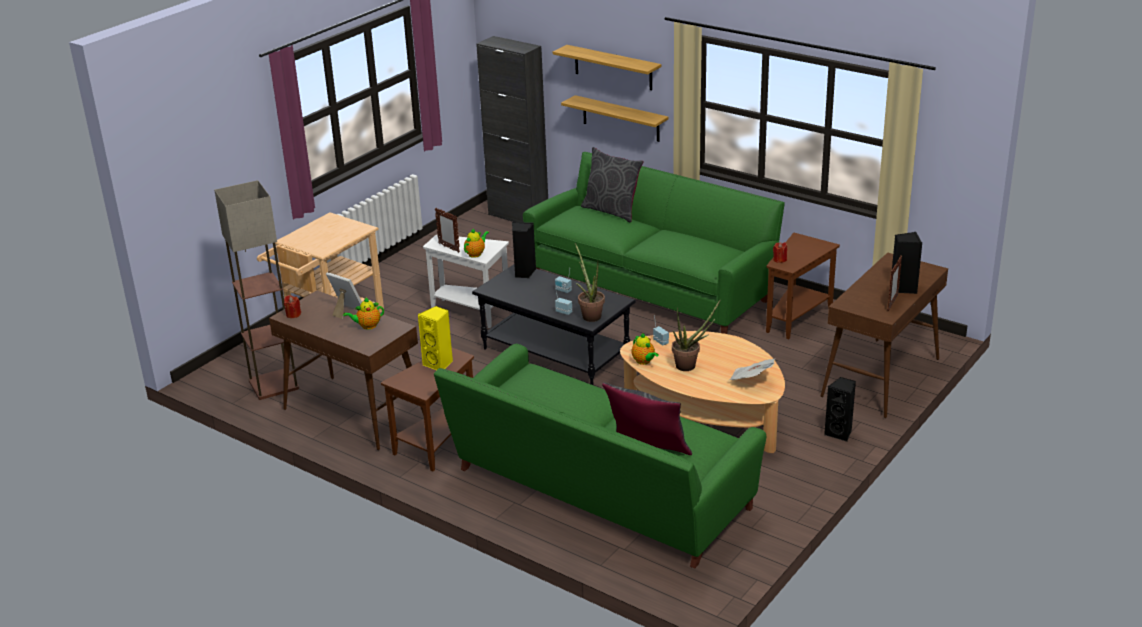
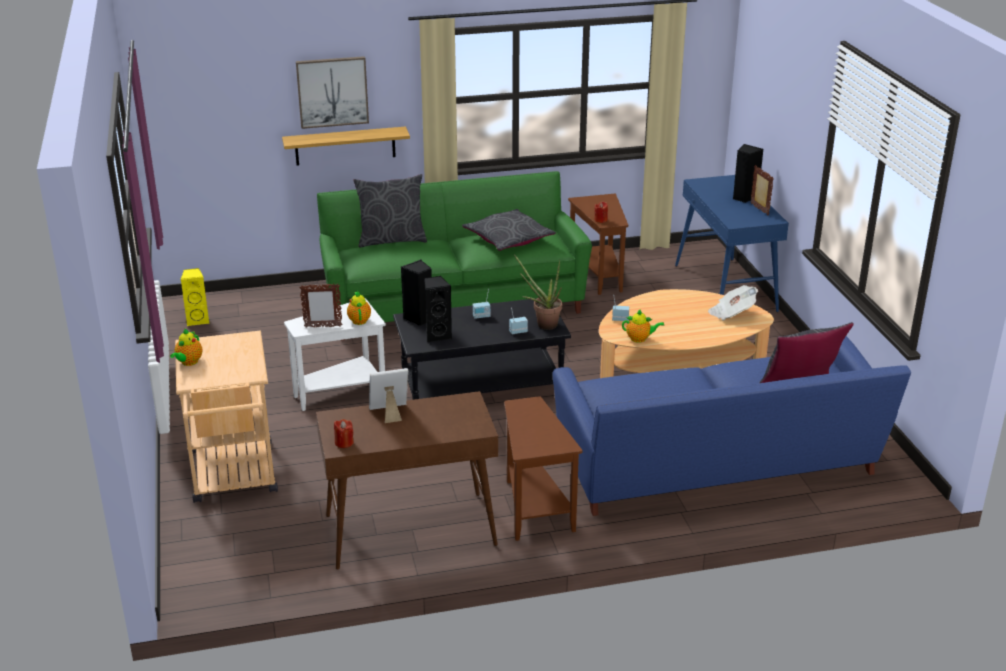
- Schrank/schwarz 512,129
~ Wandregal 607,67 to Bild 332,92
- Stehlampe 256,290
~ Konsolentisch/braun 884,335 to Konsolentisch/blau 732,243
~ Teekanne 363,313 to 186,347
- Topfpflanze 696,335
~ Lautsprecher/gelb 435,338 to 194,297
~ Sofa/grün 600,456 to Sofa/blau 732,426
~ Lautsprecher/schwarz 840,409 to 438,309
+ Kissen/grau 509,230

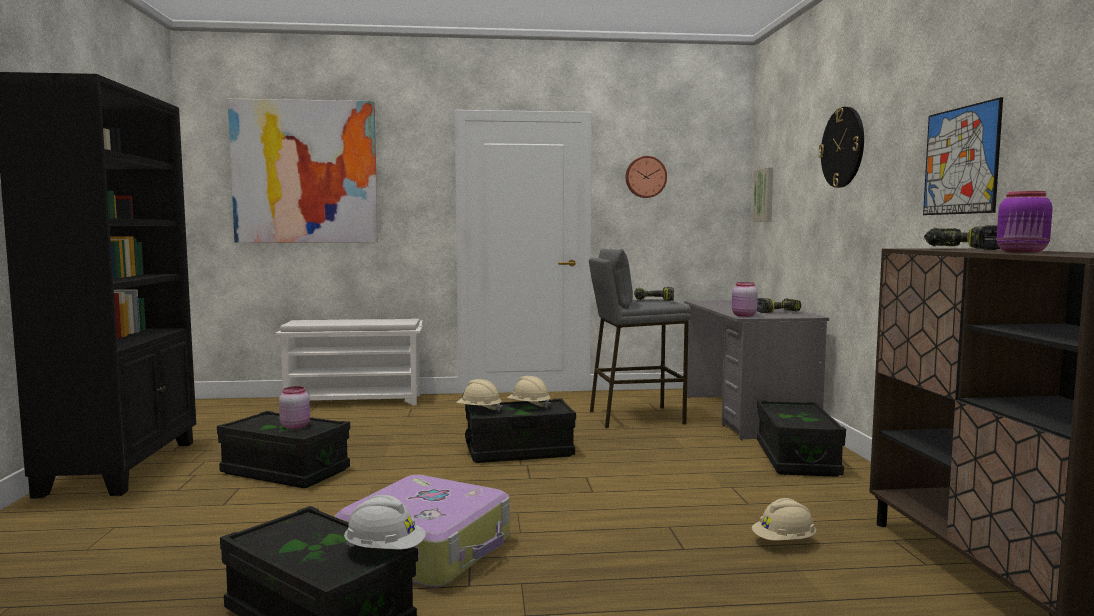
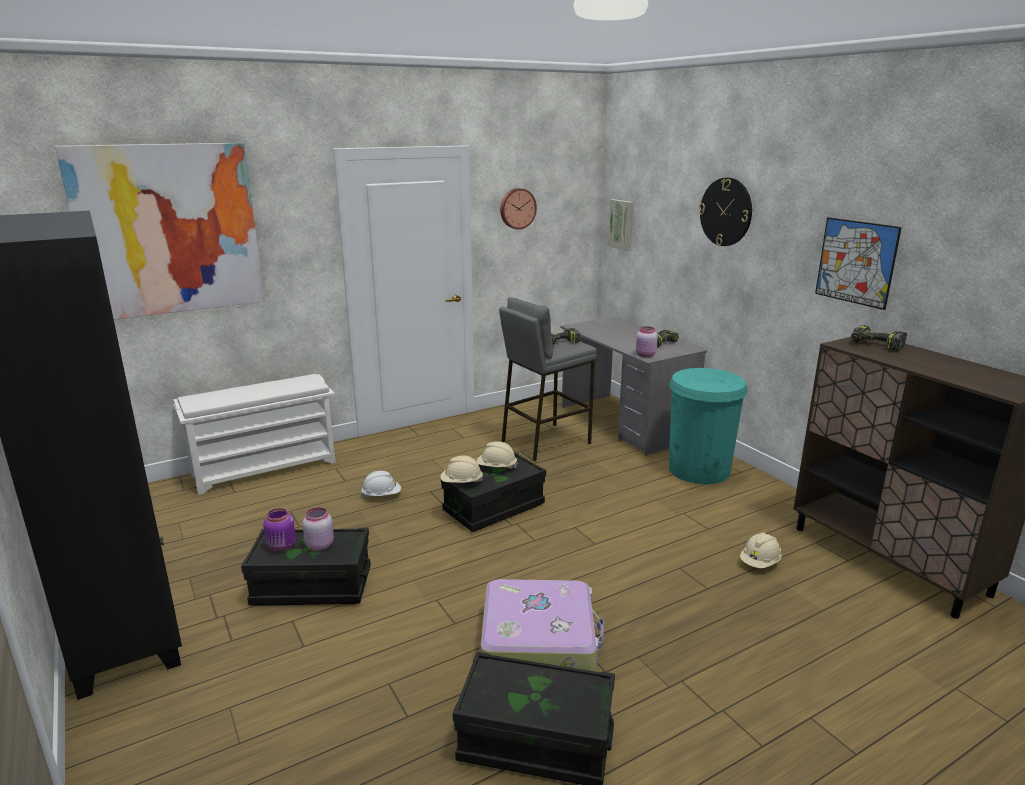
~ Vorratsglas/lila 1025,222 to 279,530
~ Aufbewahrungsbox/schwarz 801,438 to Mülleimer/türkis 708,426
~ Schutzhelm/weiß 385,522 to 381,484

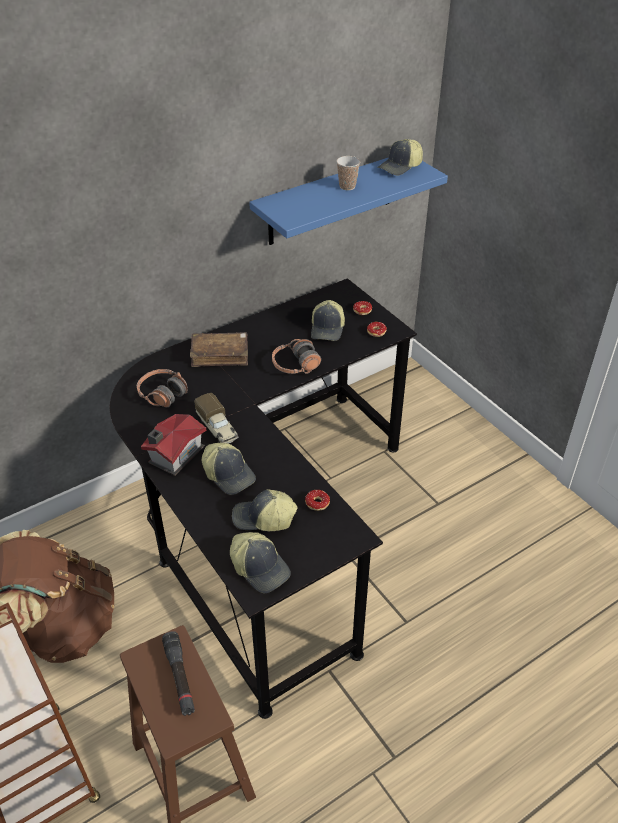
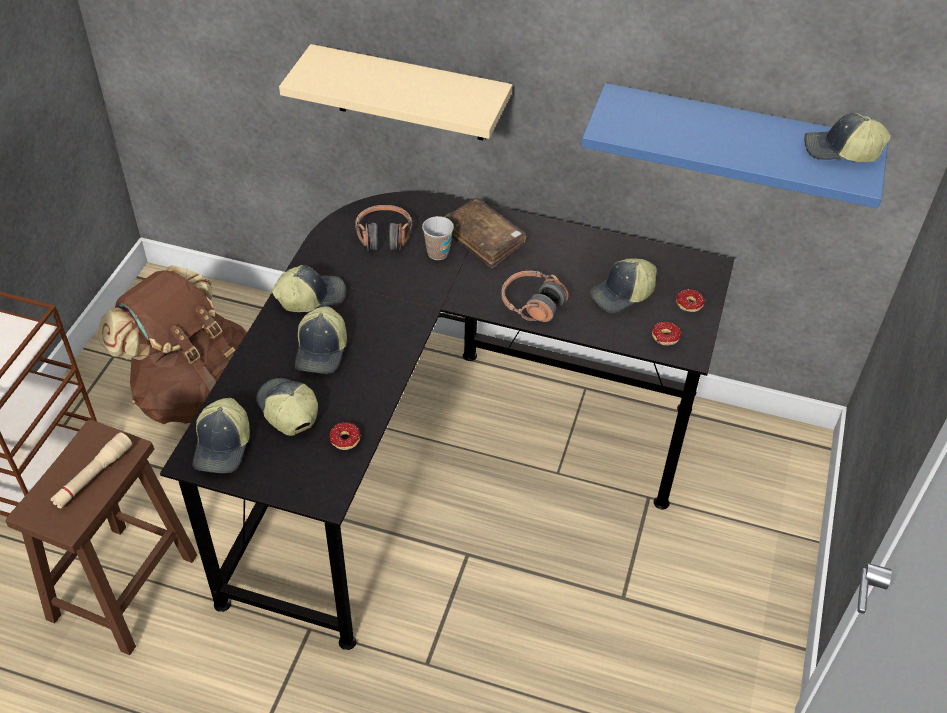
~ Tasse 348,173 to 438,238
- Spielzeuglaster 216,418
~ Spielzeughaus 174,445 to Kappe 309,288
~ Taschenlampe/schwarz 178,673 to Taschenlampe/beige 91,470
+ Wandregal/beige 395,92

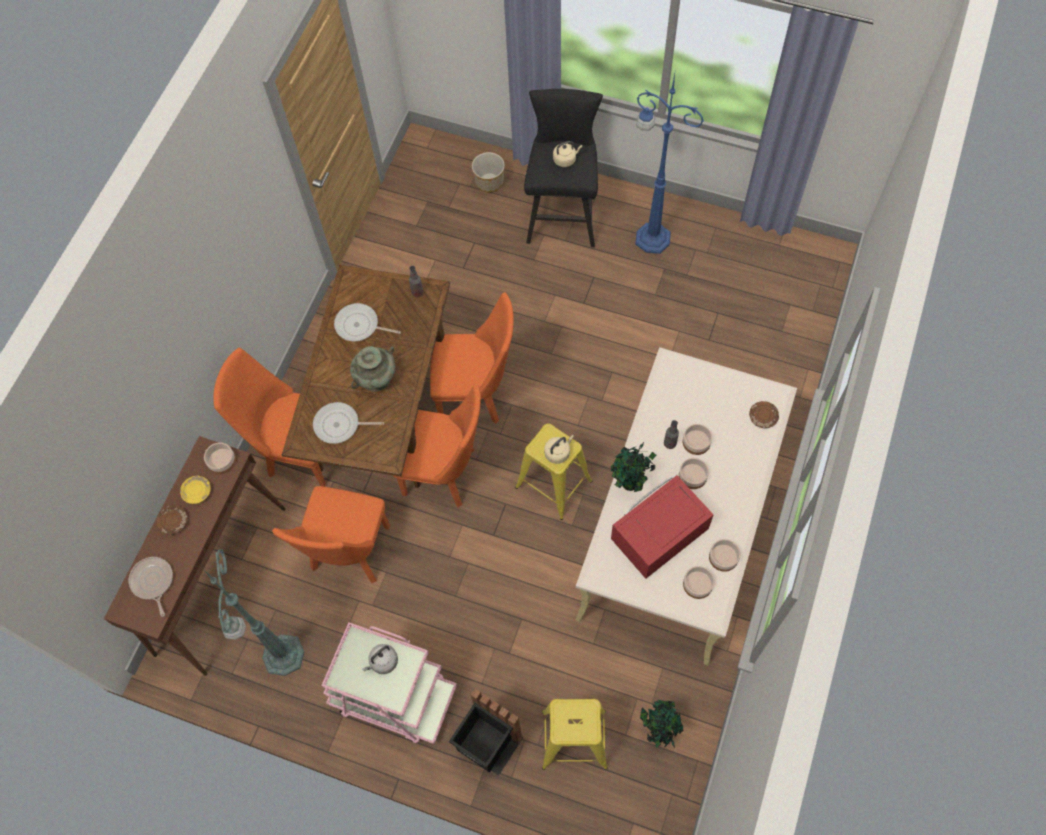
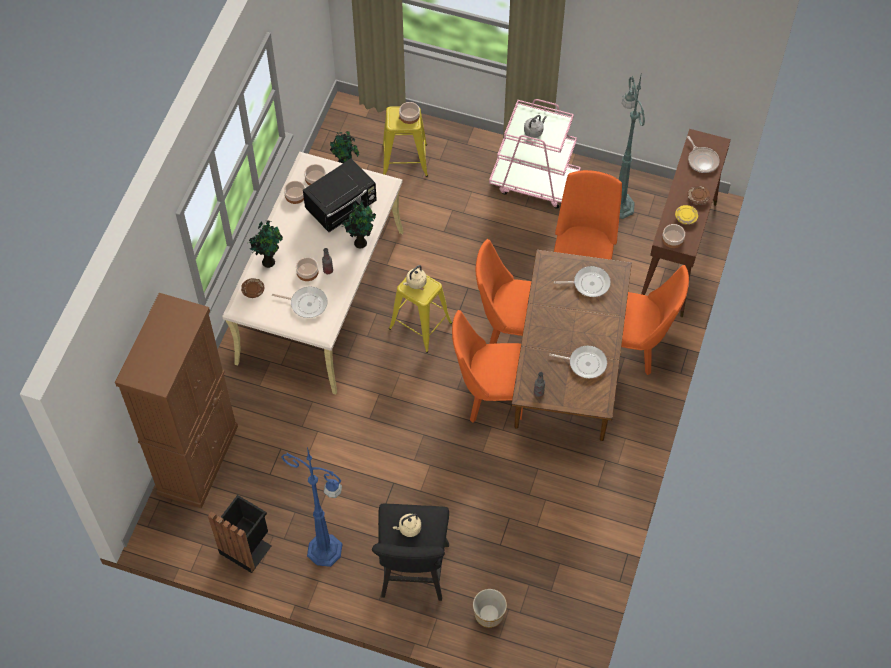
- Vase/türkis 372,369
~ Schüssel 694,473 to 409,113
~ Mikrowelle/rot 662,526 to Mikrowelle/schwarz 340,195
~ Mülleimer/schwarz 486,732 to 240,534
+ Topfpflanze 266,244
+ Pfanne 300,302
+ Schrank/braun 176,401

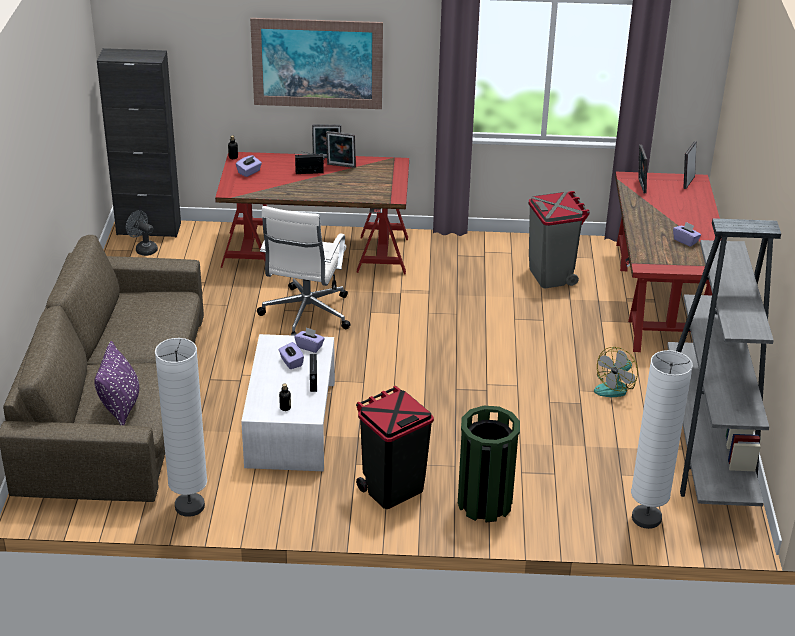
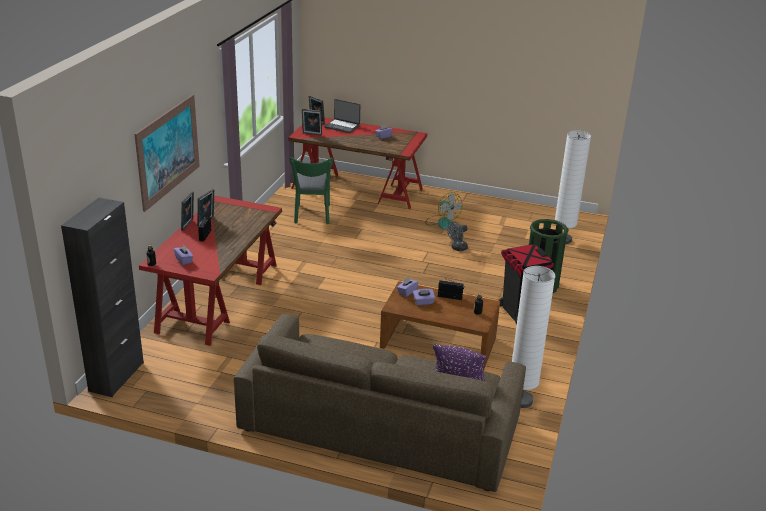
~ Mülleimer/grau 559,239 to Stuhl/grün 311,190
- Bürostuhl/weiß 304,271
~ Ventilator/grau 142,233 to 457,236
- Bücherregal/grau 724,362
~ Couchtisch/weiß 288,402 to Couchtisch/braun 440,325
+ Laptop 342,116

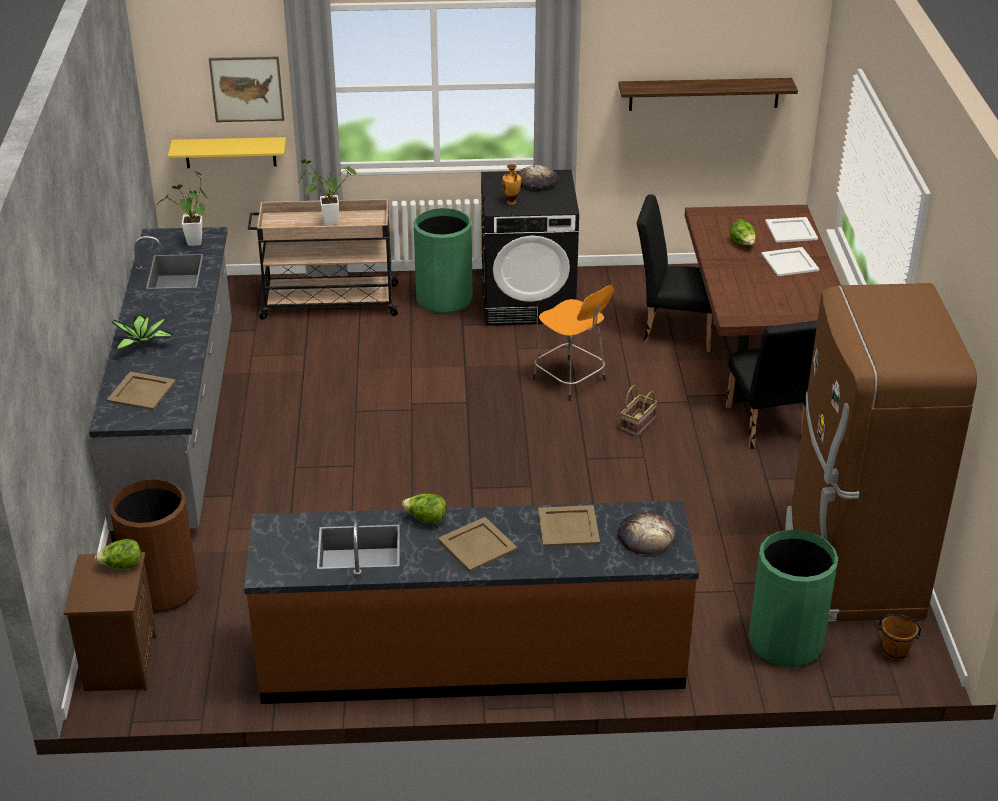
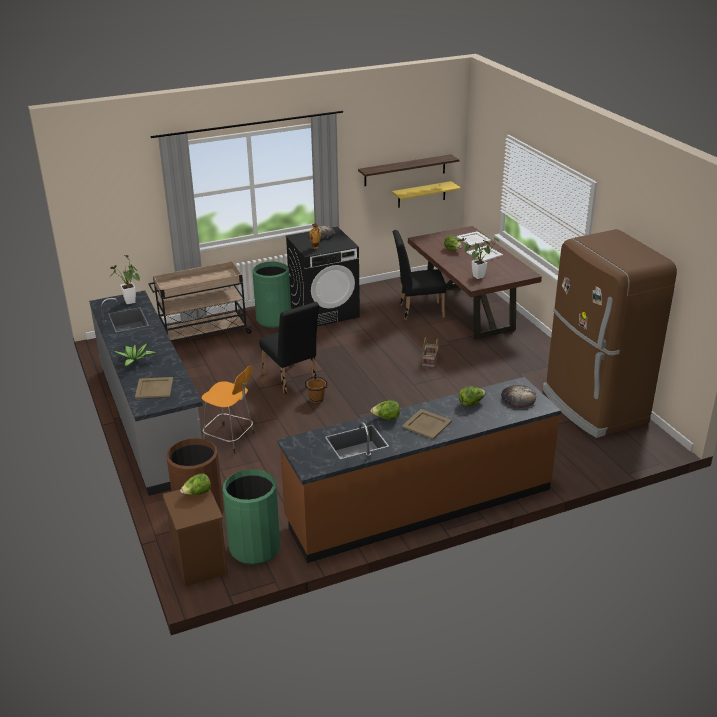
- Bild 246,89
~ Wandregal/gelb 227,152 to 426,194
~ Topfpflanze 328,192 to 478,258
~ Hocker/orange 573,343 to 228,410
~ Stuhl/schwarz 771,384 to 289,348
~ Tablett/beige 569,526 to Salatkopf 472,396
~ Mülleimer/grün 793,599 to 251,517
~ Eimer/braun 899,637 to 316,390

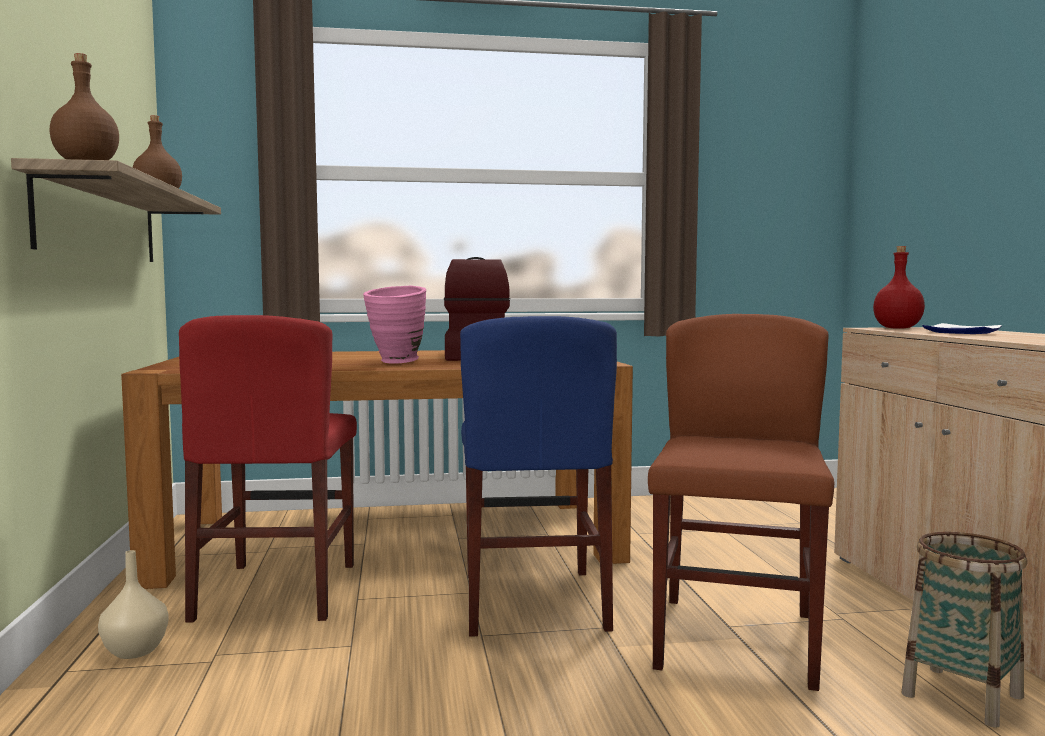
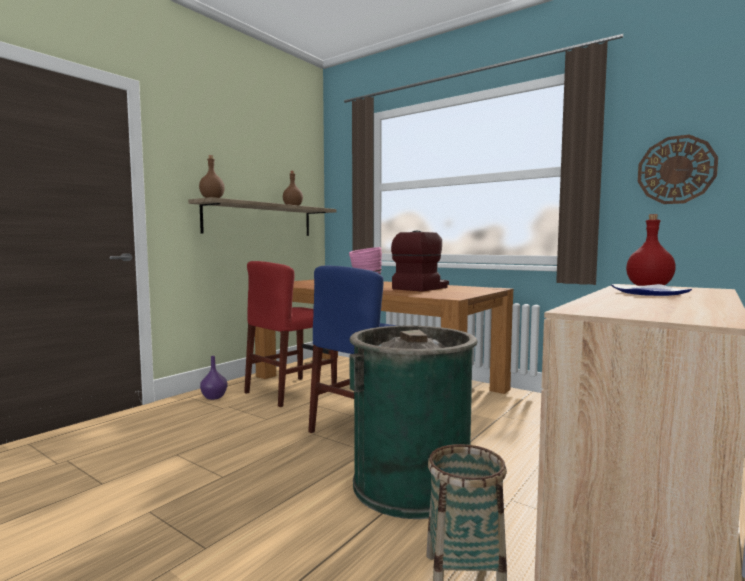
~ Stuhl/braun 741,502 to Mülleimer/grün 413,422
~ Vase/beige 133,604 to Vase/lila 213,378
+ Wanduhr 678,169

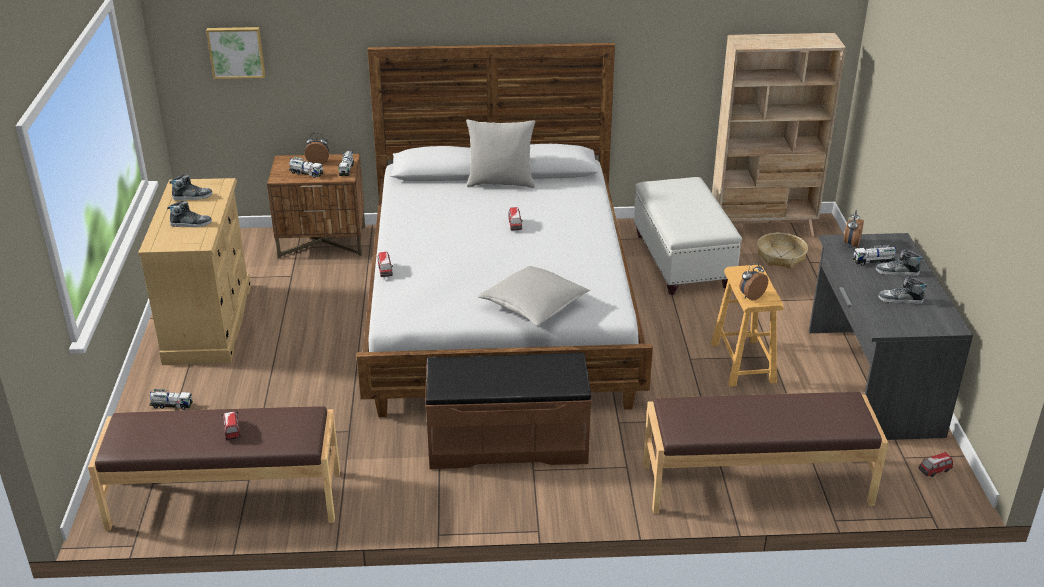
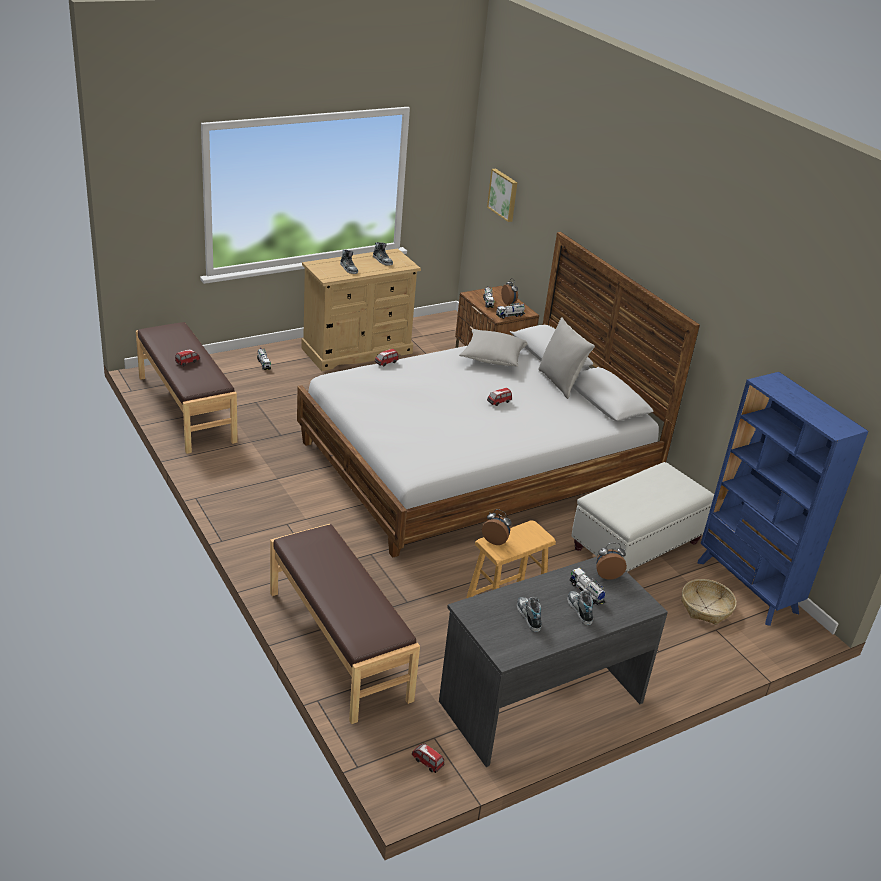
~ Bücherregal/beige 779,135 to Bücherregal/blau 783,499
~ Kissen/grau 534,296 to 493,348
- Bank/braun 508,411

